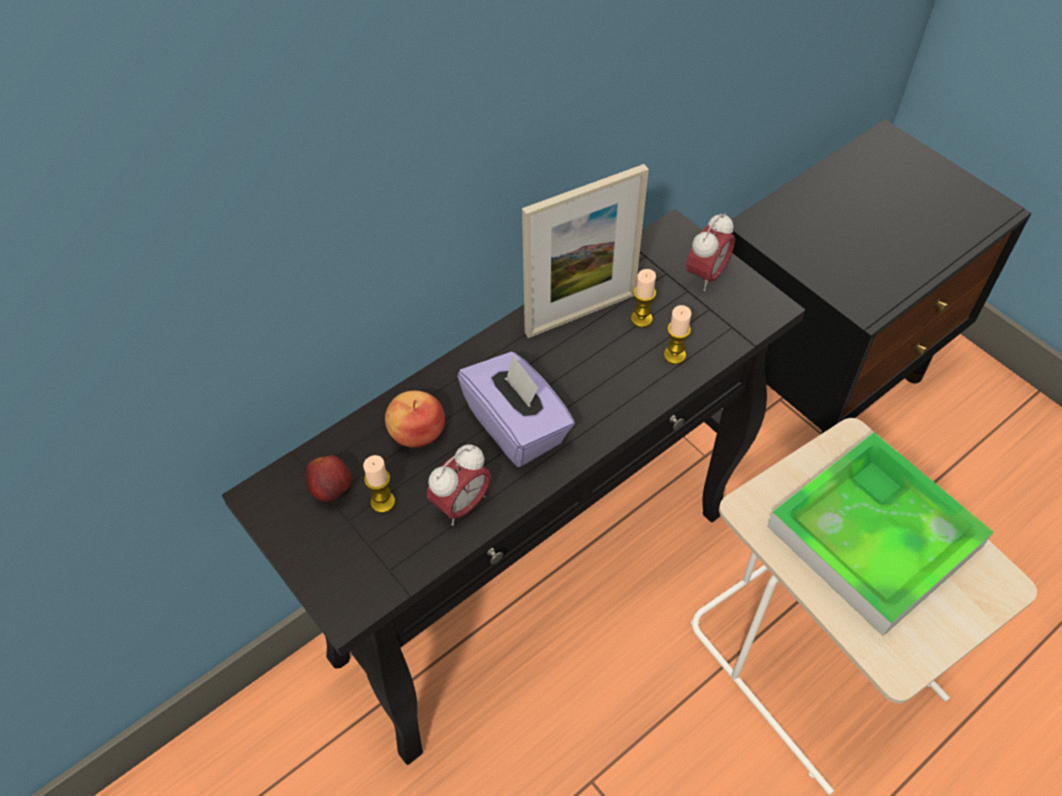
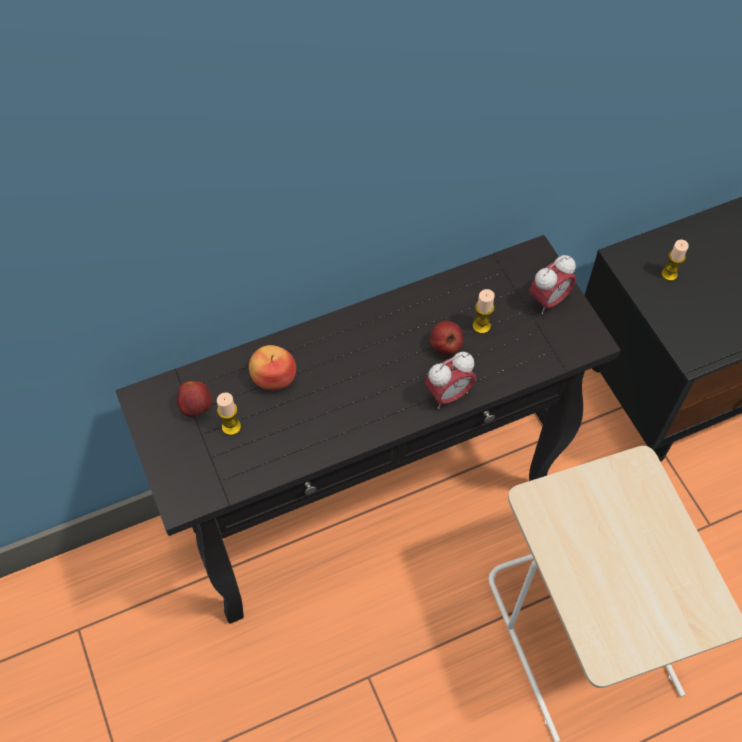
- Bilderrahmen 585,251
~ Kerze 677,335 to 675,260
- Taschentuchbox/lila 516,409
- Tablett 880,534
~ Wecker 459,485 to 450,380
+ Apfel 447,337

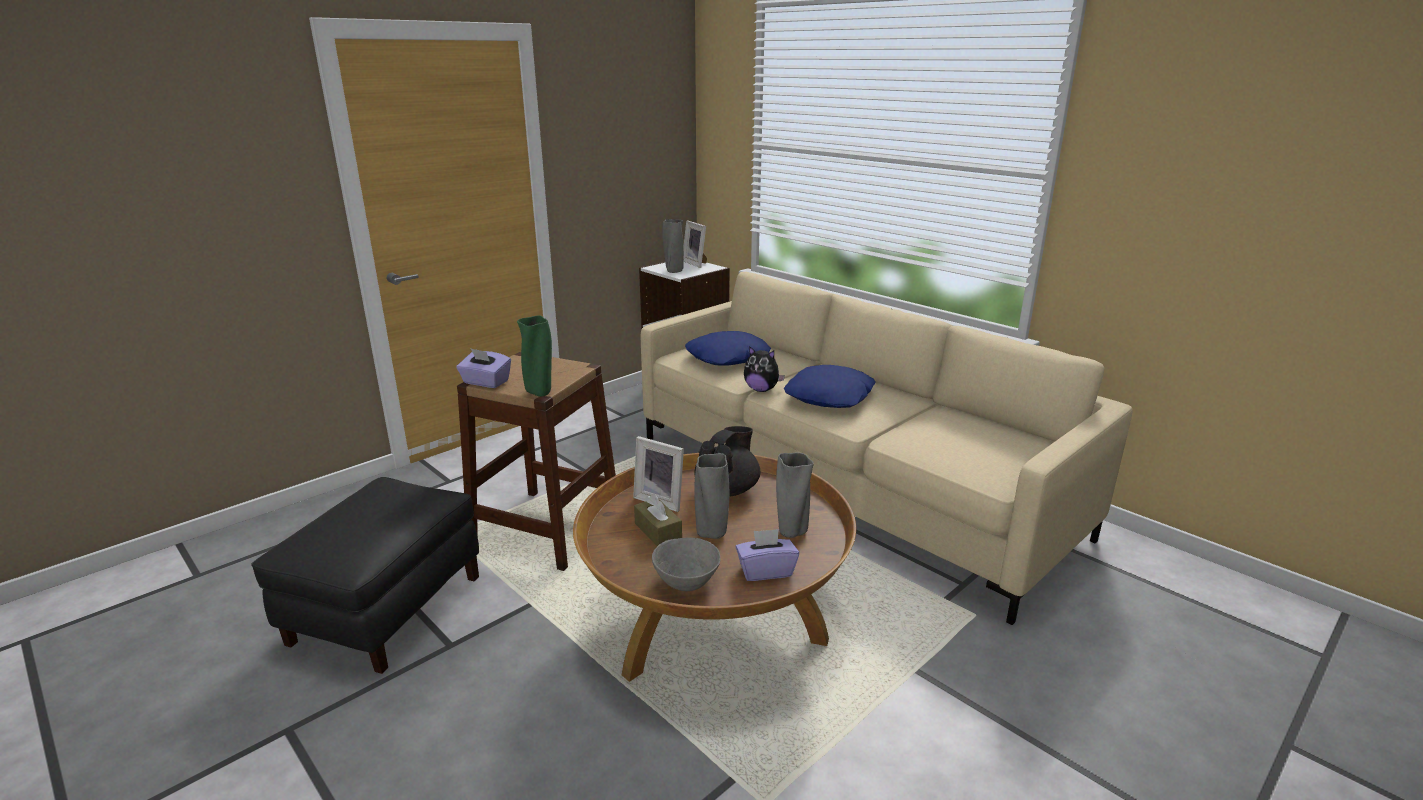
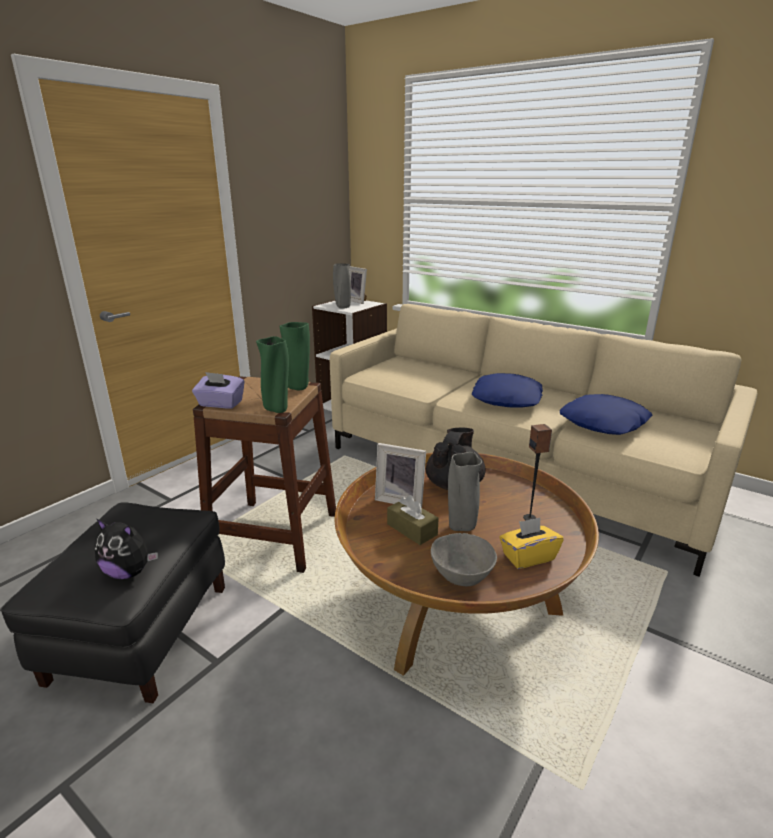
~ Kissen/blau 728,348 to 606,414
~ Plüschtier 764,369 to 126,549
~ Vase/grau 795,495 to Lautsprecher 537,472
~ Taschentuchbox/lila 767,555 to Taschentuchbox/gelb 531,543
+ Vase/grün 295,356

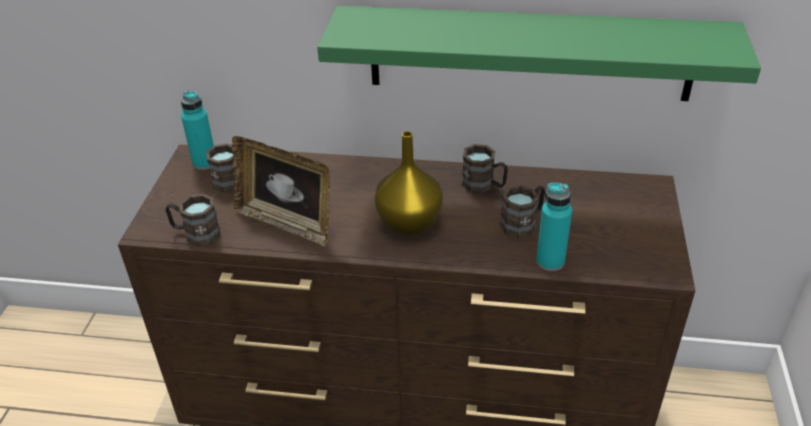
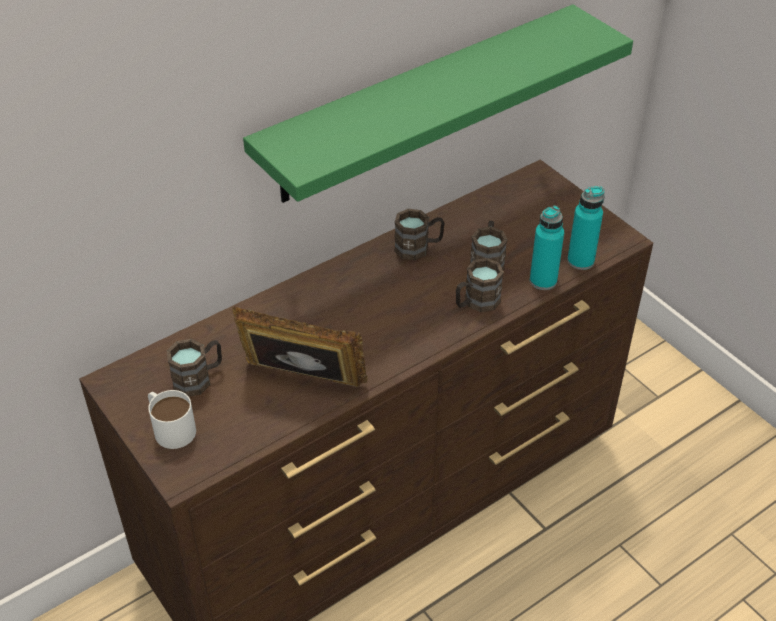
~ Flasche/türkis 197,130 to 585,228
- Vase/gelb 409,183
~ Bilderrahmen 280,191 = 300,346 150 degrees counterclockwise
~ Henkelbecher/braun 193,220 to 480,285
+ Henkelbecher/weiß 172,419

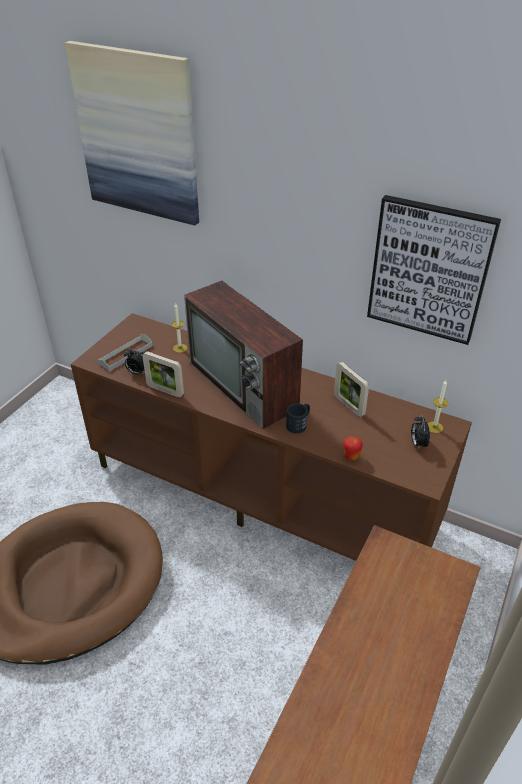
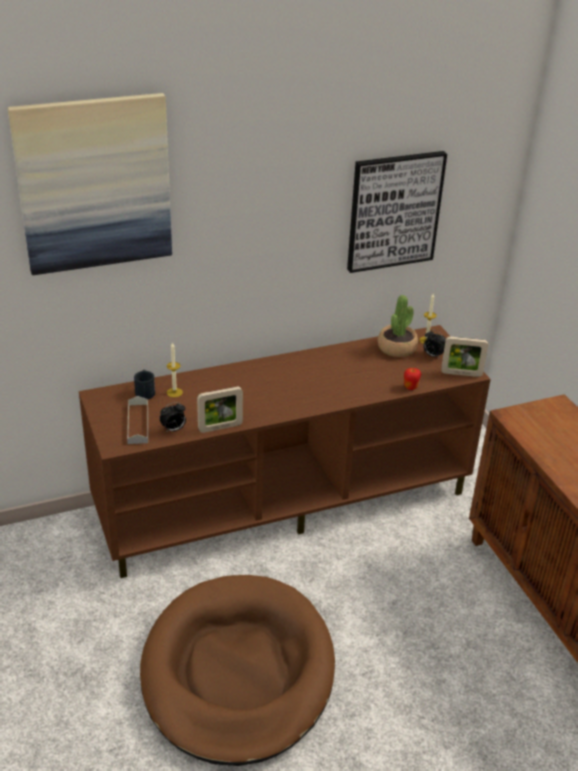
- Fernseher 243,355
~ Bilderrahmen 351,389 to 464,357
~ Henkelbecher/schwarz 298,418 to 144,384
+ Topfpflanze 398,326

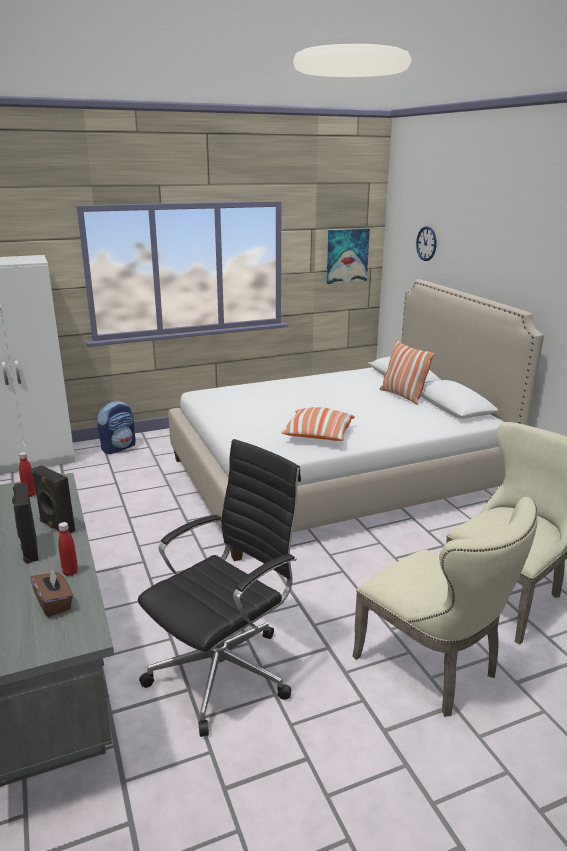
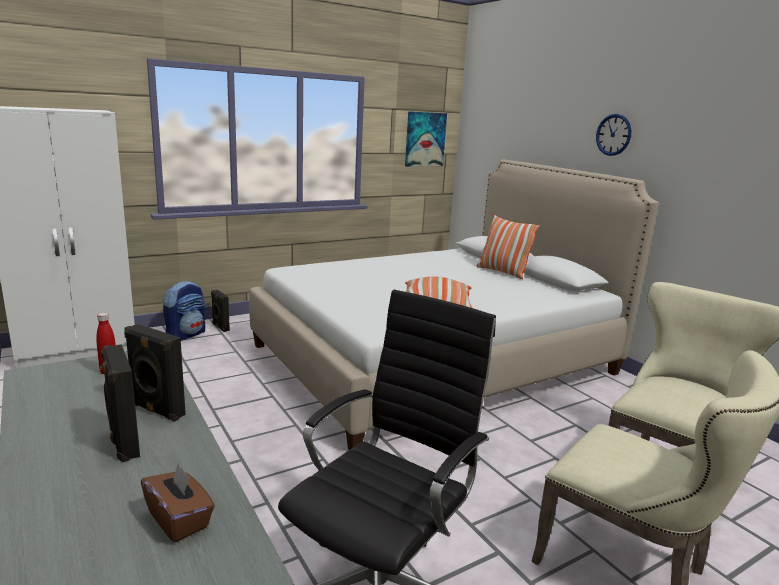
~ Wanduhr 426,243 to 613,135
- Flasche/rot 68,549
+ Lautsprecher/schwarz 220,311

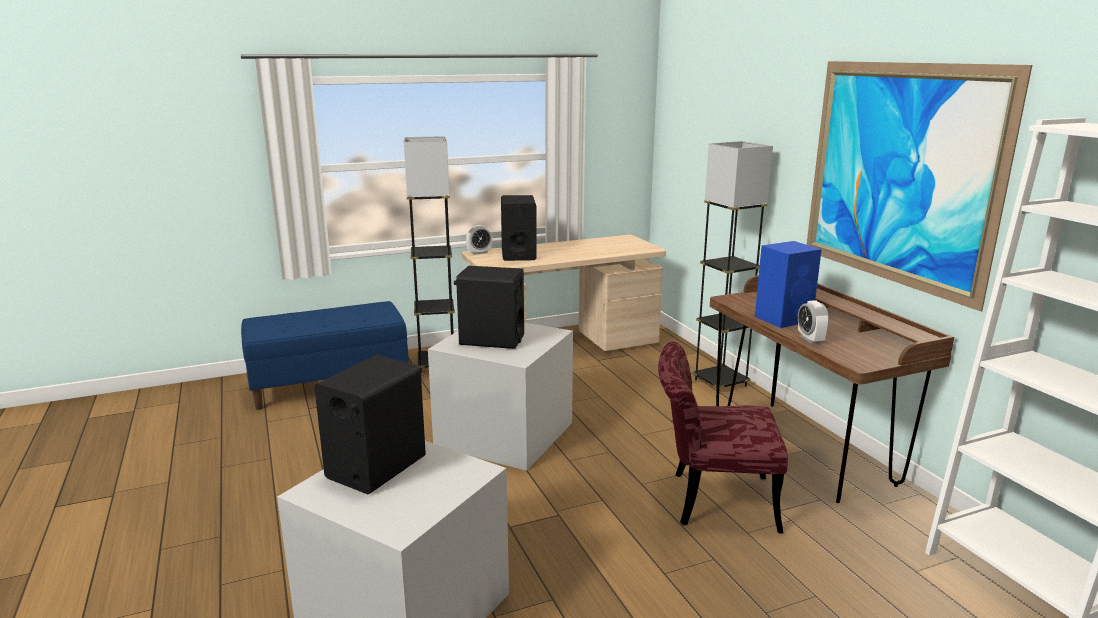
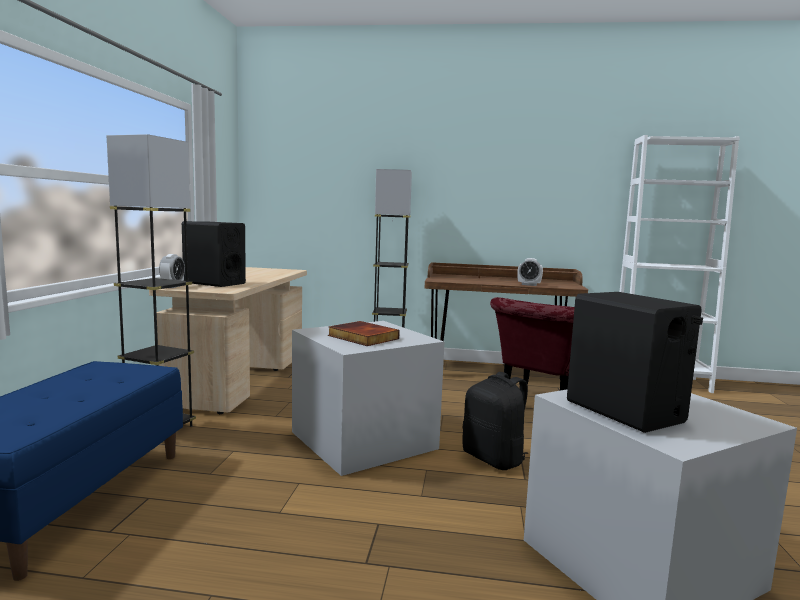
- Bild 919,186
- Lautsprecher/blau 788,284
~ Lautsprecher/schwarz 489,307 to Buch 364,333
+ Rucksack/schwarz 495,421

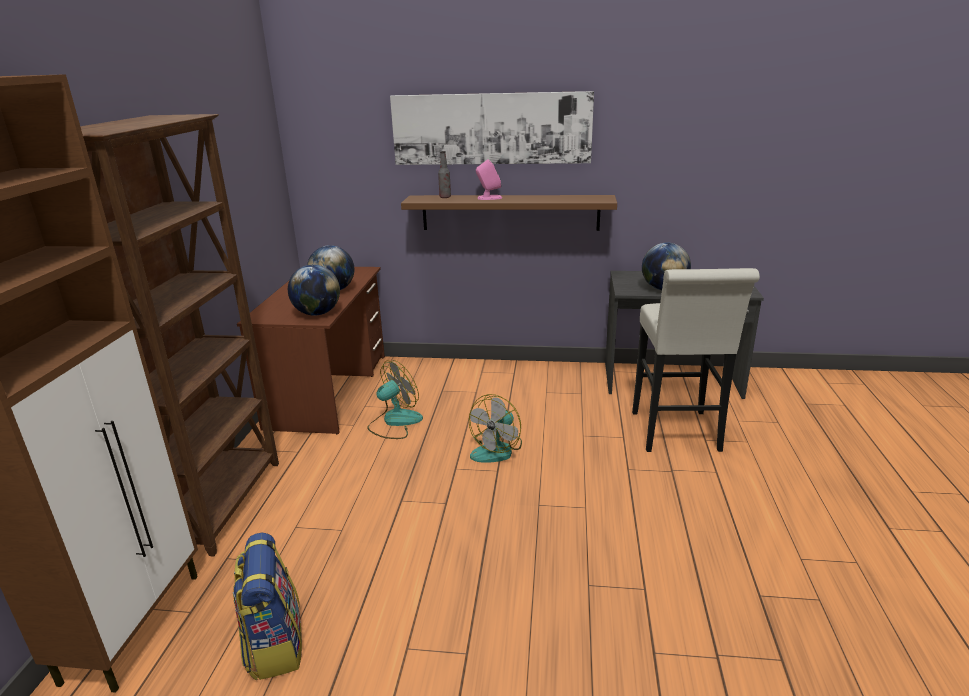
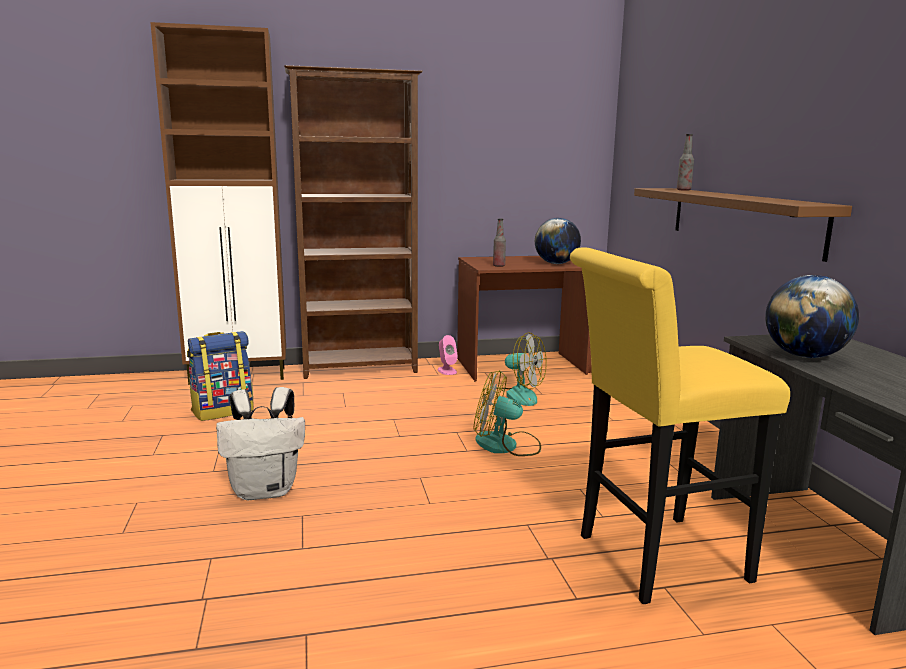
- Bild 492,128
~ Lautsprecher/rosa 489,179 to 447,355
~ Globus 314,290 to Flasche 499,243
~ Hocker/weiß 696,360 to Hocker/gelb 680,425
+ Rucksack/weiß 260,443

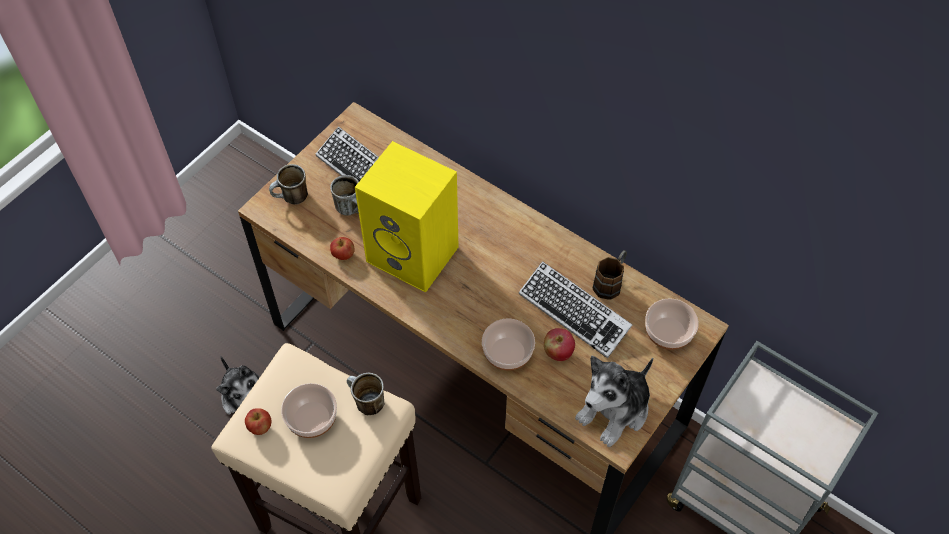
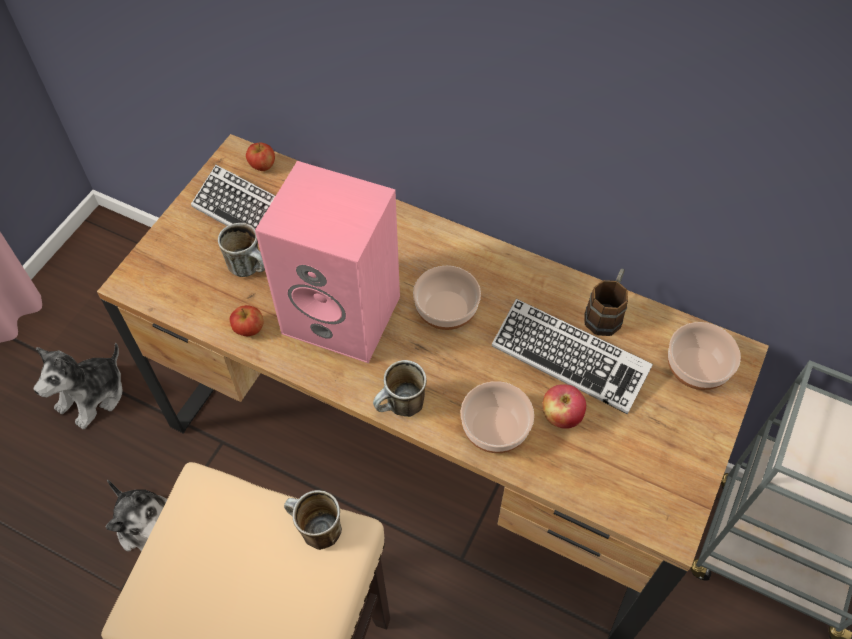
~ Lautsprecher/gelb 407,217 to Lautsprecher/rosa 327,262
~ Henkelbecher 288,184 to 400,388
~ Plüschtier 614,401 to 78,386
~ Schüssel 309,410 to 447,298
~ Apfel 258,421 to 260,156

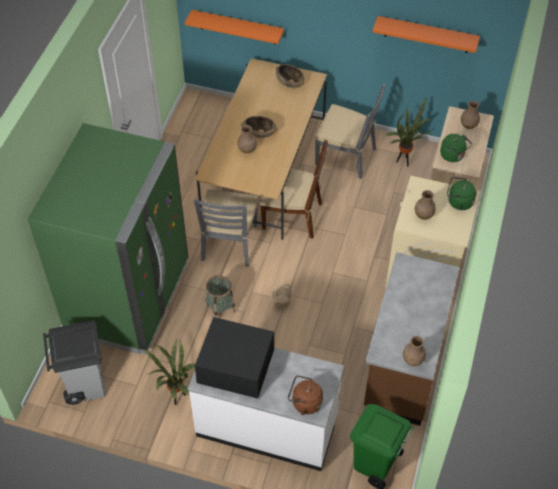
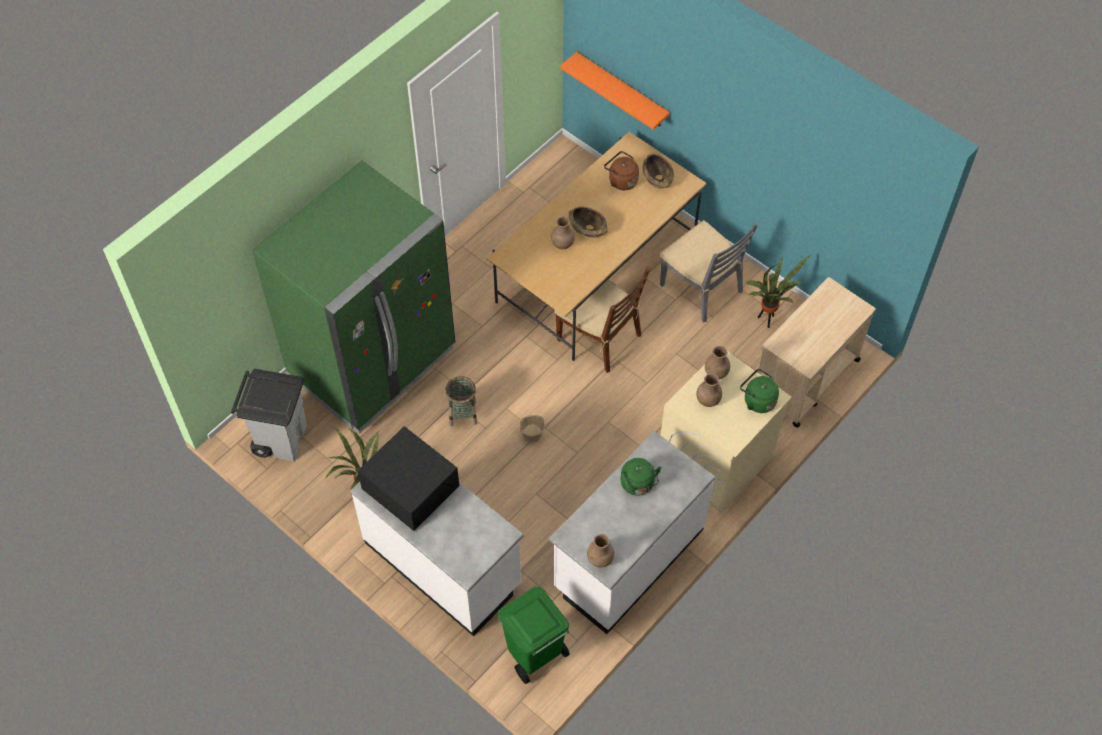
- Wandregal/orange 426,34
~ Vase/braun 470,115 to 717,362
~ Wasserkessel/grün 456,148 to 641,477
- Stuhl/grau 226,228
~ Küchenzeile/braun 412,339 to Küchenzeile/weiß 632,532
~ Wasserkessel/braun 305,395 to 621,170

